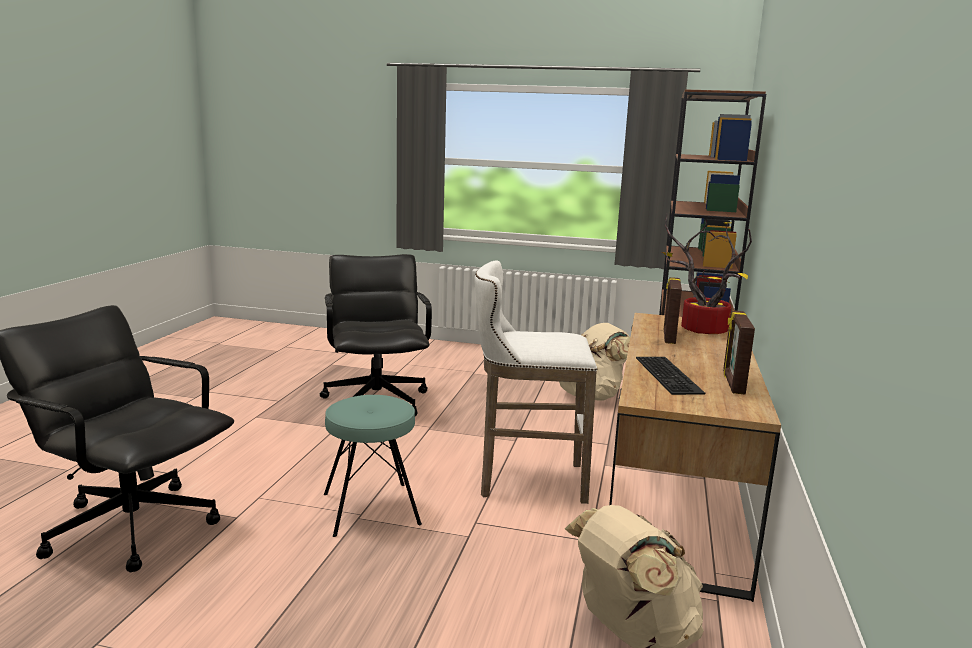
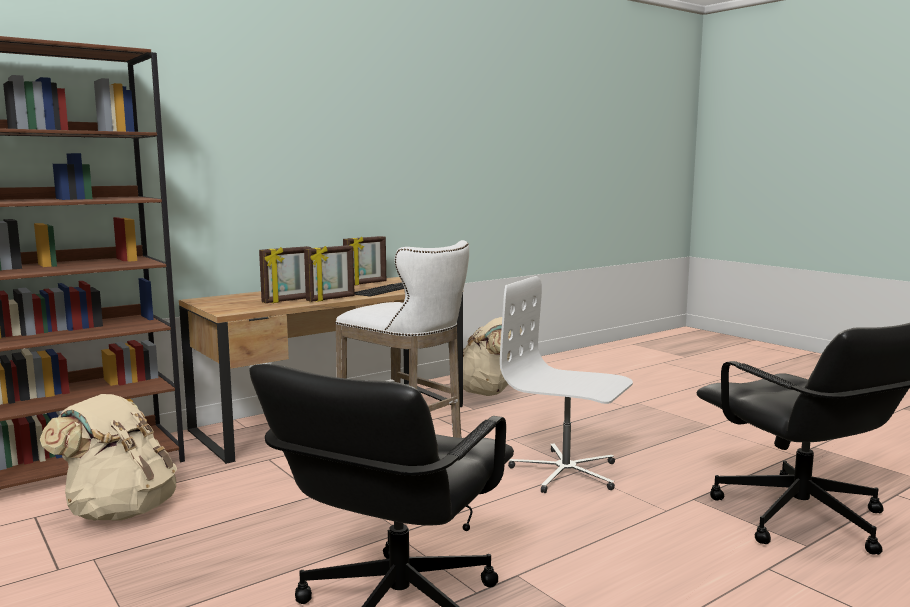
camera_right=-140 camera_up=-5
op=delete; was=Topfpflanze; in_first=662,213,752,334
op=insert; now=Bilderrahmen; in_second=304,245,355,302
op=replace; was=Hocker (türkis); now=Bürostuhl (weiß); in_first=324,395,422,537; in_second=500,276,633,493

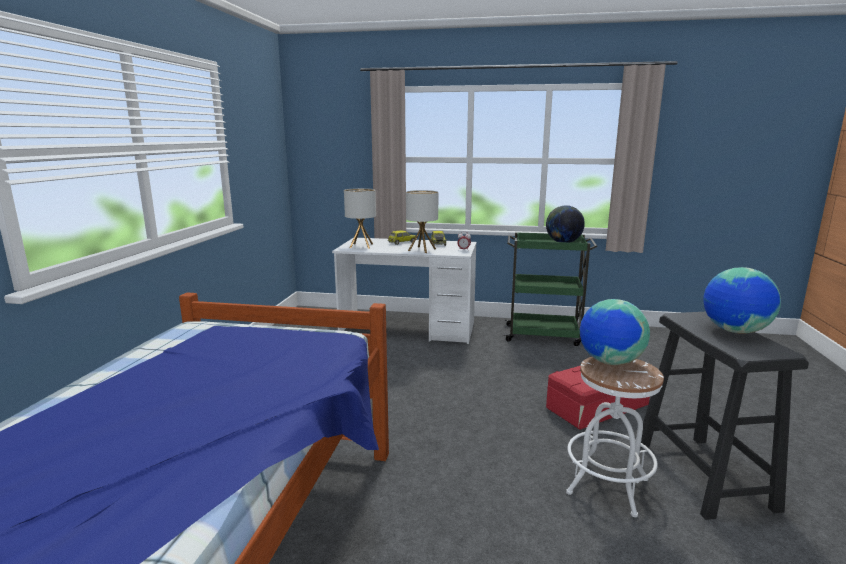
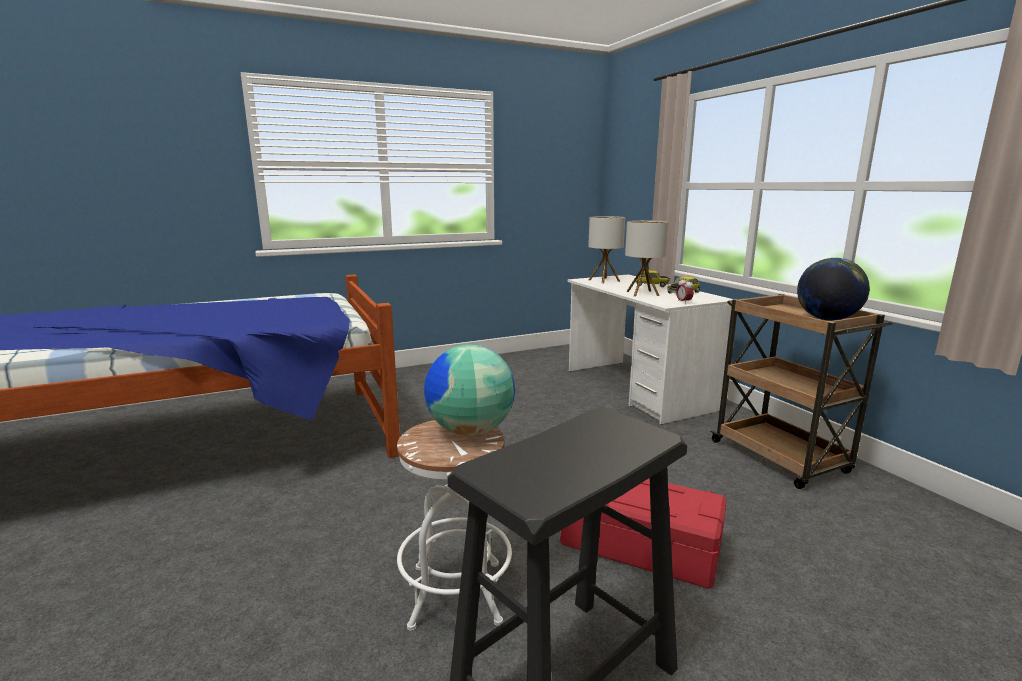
camera_right=55 camera_up=0
op=delete; was=Globus; in_first=703,267,781,334
op=recolor; was=Rollwagen (grün); now=Rollwagen (braun); in_first=503,232,597,346; in_second=710,294,893,489

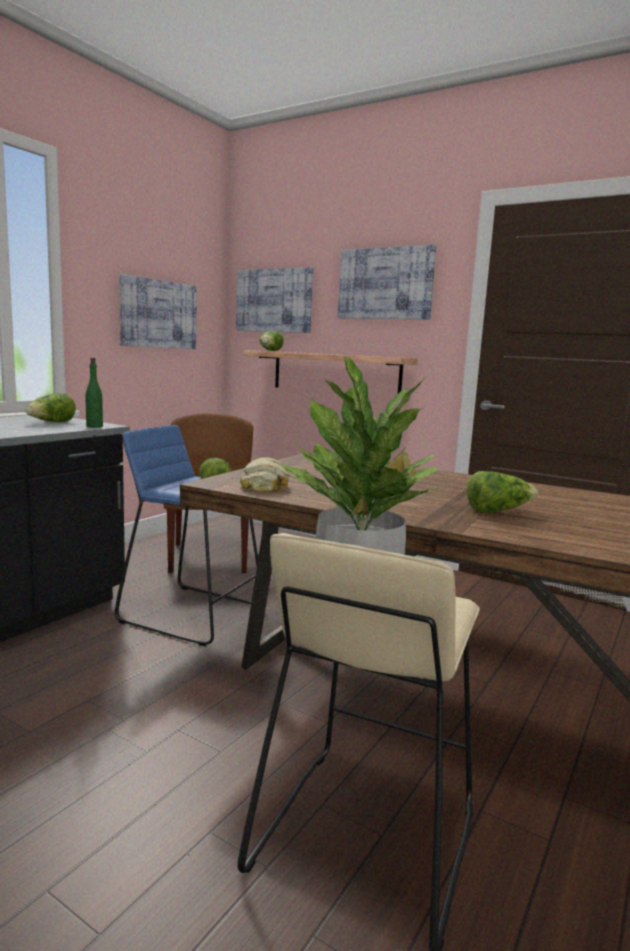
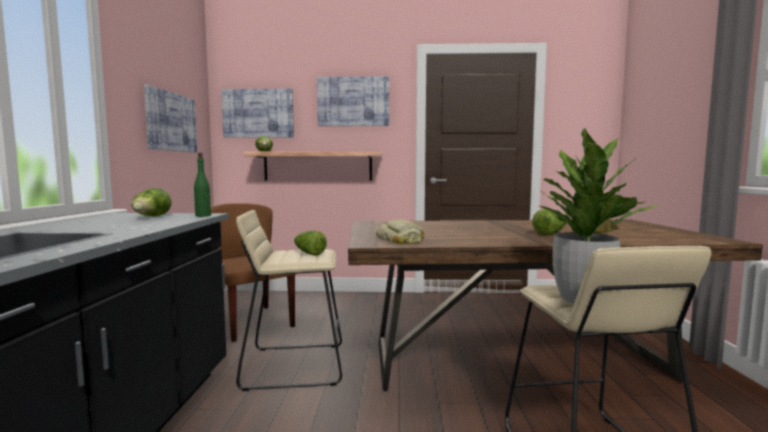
camera_right=-30 camera_up=-5
op=recolor; was=Hocker (blau); now=Hocker (beige); in_first=115,425,258,646; in_second=236,210,342,391

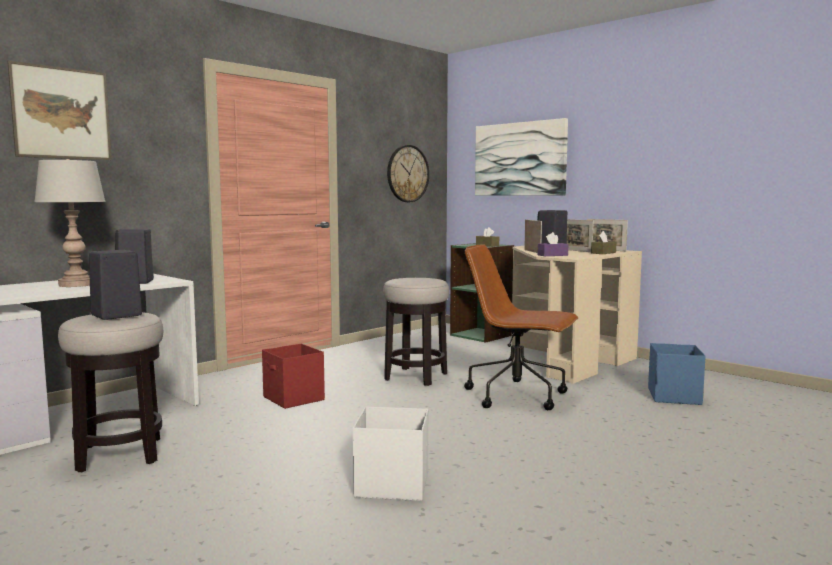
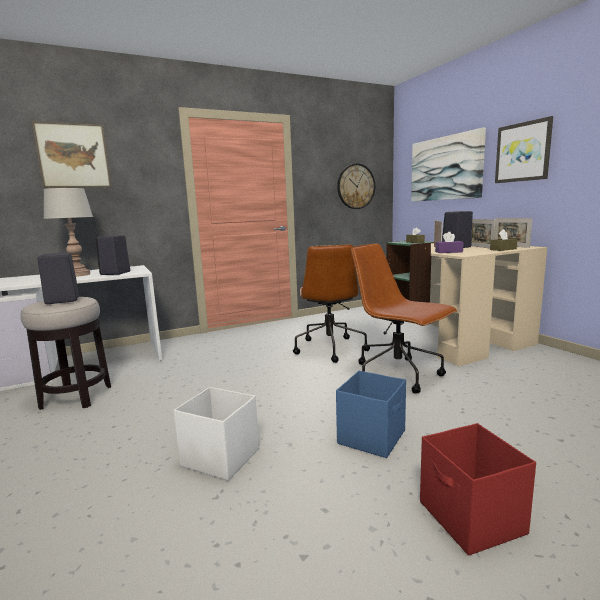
camera_right=20 camera_up=5
op=insert; now=Bild; in_second=495,116,553,183
op=move; was=Aufbewahrungsbox (rot); in_first=262,344,325,409; in_second=420,423,536,556
op=move; was=Aufbewahrungsbox (blau); in_first=648,343,706,405; in_second=336,371,406,458
op=replace; was=Hocker; now=Bürostuhl (braun); in_first=383,278,449,386; in_second=293,244,370,363

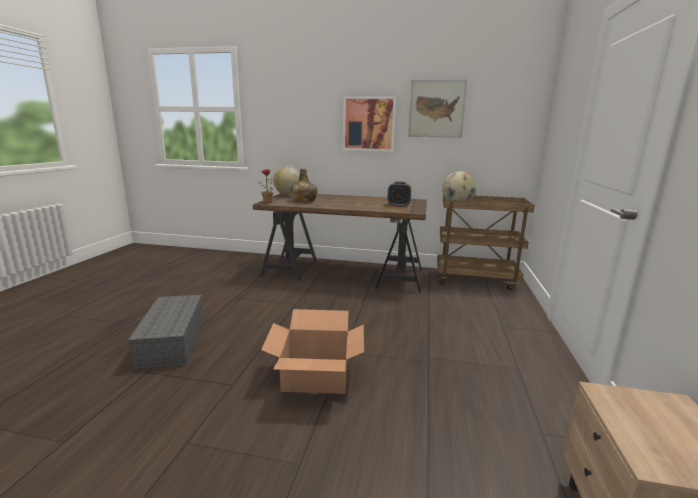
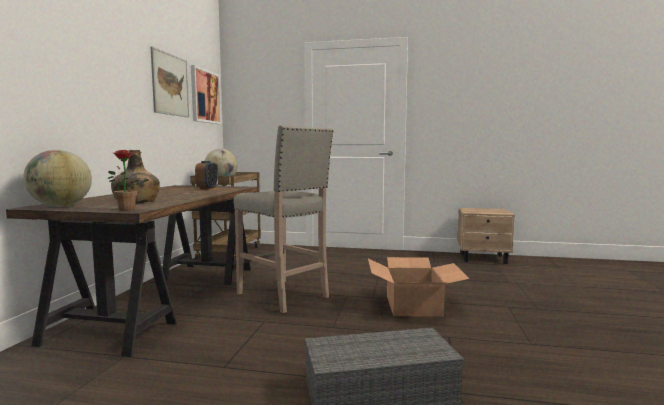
camera_right=-90 camera_up=-10
op=insert; now=Hocker (beige); in_second=233,125,334,313
op=move; was=Bild; in_first=343,96,396,152; in_second=191,65,221,124

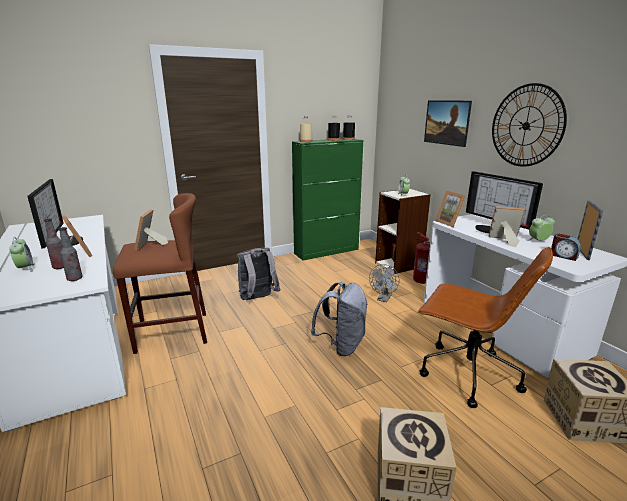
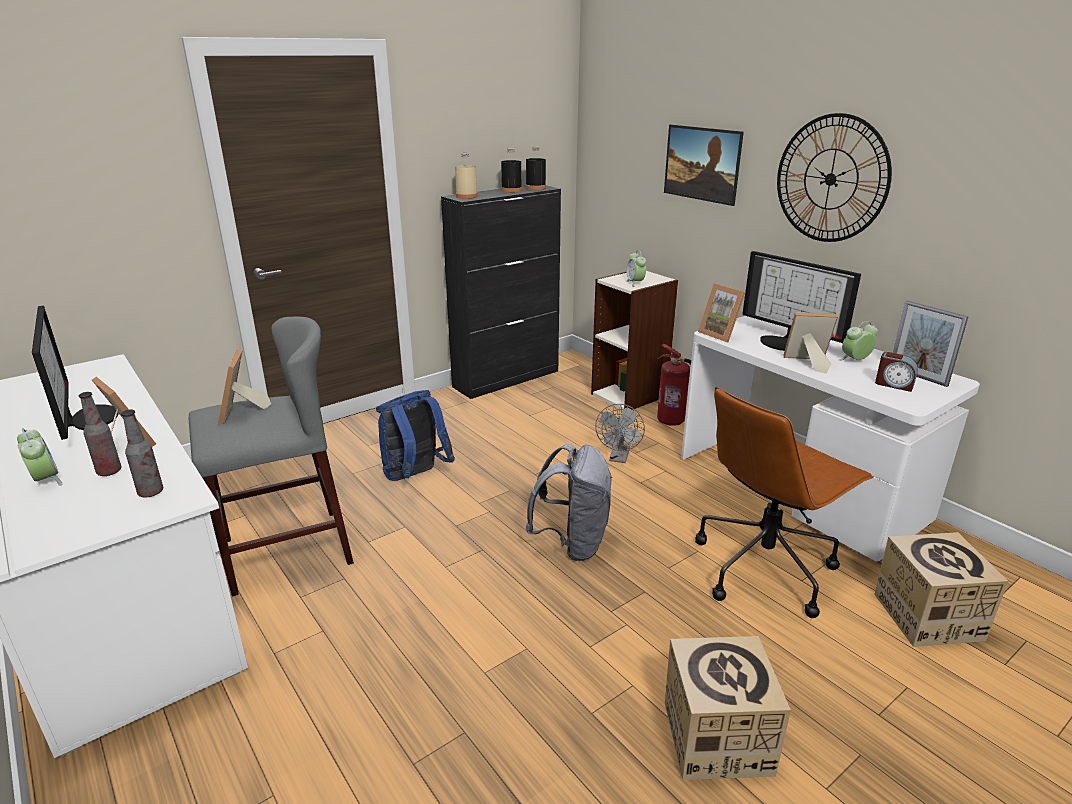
camera_right=-10 camera_up=5
op=recolor; was=Hocker (braun); now=Hocker (grau); in_first=113,193,207,354; in_second=189,317,354,597
op=recolor; was=Rucksack (grau); now=Rucksack (blau); in_first=236,248,281,300; in_second=376,390,455,481
op=recolor; was=Schrank (grün); now=Schrank (schwarz); in_first=292,139,363,261; in_second=441,186,561,399
op=rotate; was=Bürostuhl (braun); in_first=418,247,553,408; in_second=695,387,874,618; clockwise=120
op=rotate; was=Bilderrahmen; in_first=578,200,603,260; in_second=893,301,969,387; clockwise=135

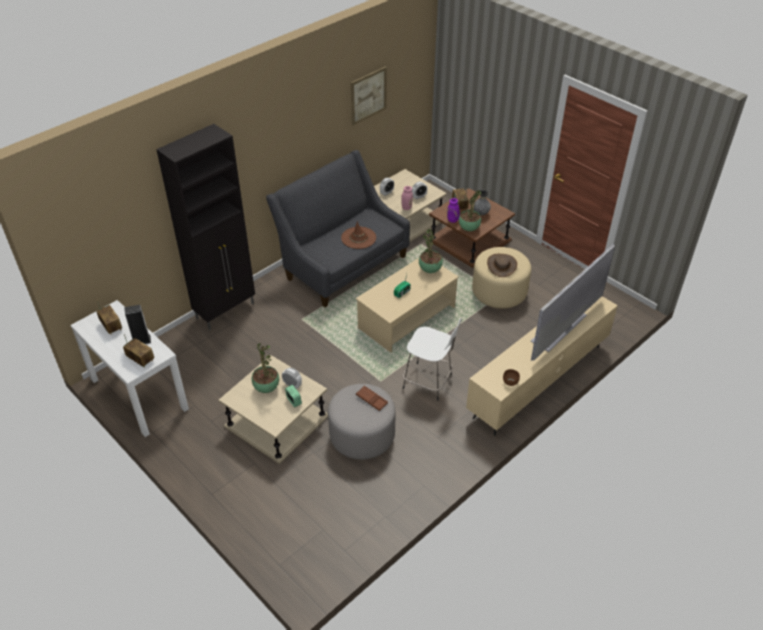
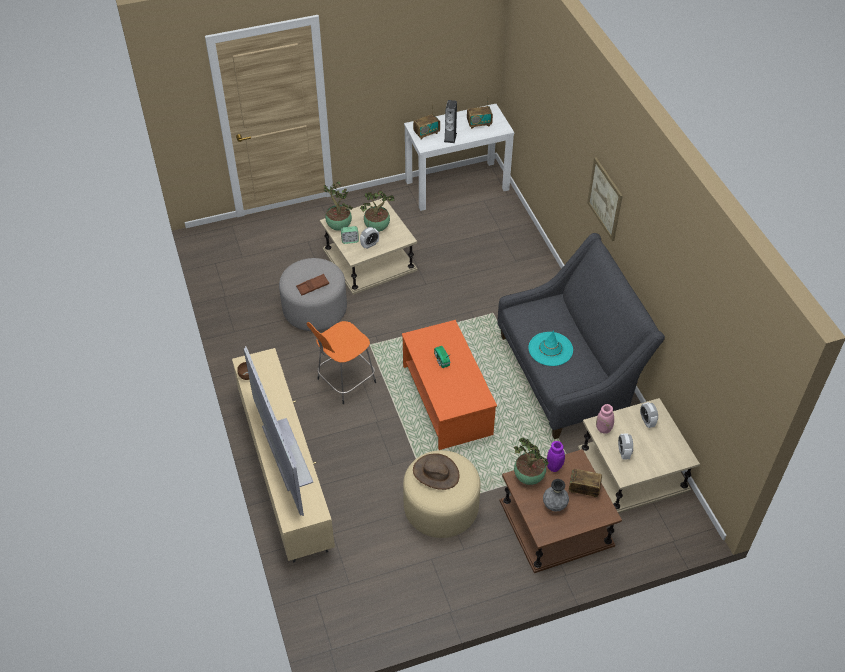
camera_right=115 camera_up=5
op=delete; was=Schrank (schwarz); in_first=156,124,255,330
op=move; was=Bild; in_first=351,67,387,125; in_second=587,157,623,241
op=move; was=Topfpflanze; in_first=419,229,443,273; in_second=324,181,353,231
op=recolor; was=Hut (braun); now=Hut (türkis); in_first=341,222,376,249; in_second=528,330,573,366
op=recolor; was=Couchtisch (beige); now=Couchtisch (orange); in_first=356,258,459,352; in_second=402,320,497,450
op=recolor; was=Hocker (weiß); now=Hocker (orange); in_first=403,318,462,401; in_second=307,321,376,404

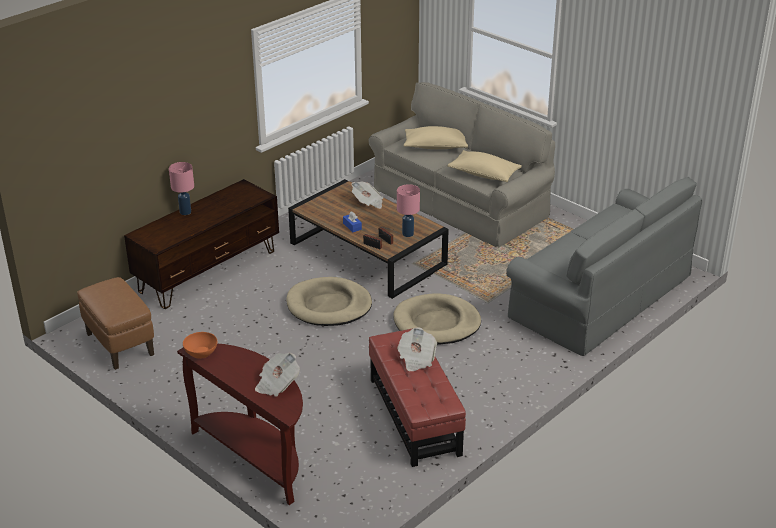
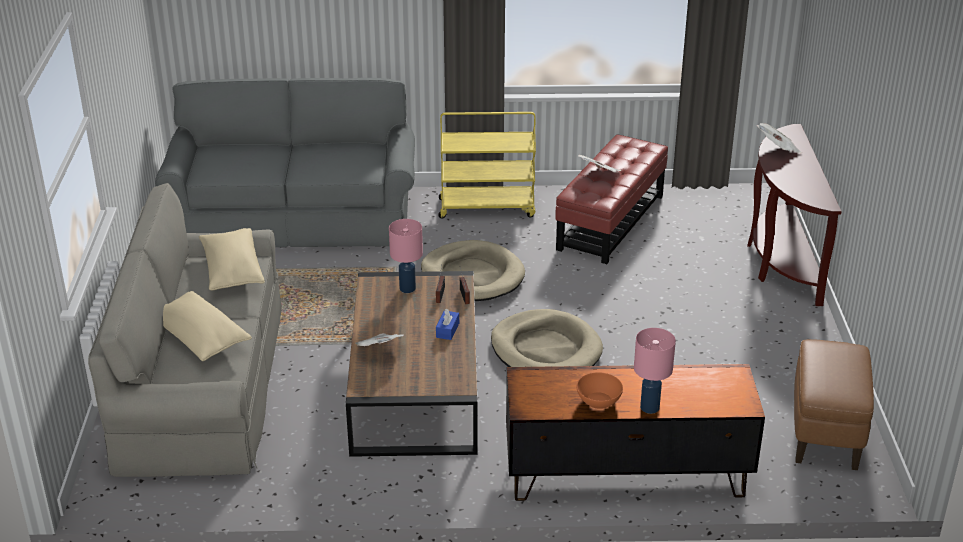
camera_right=-135 camera_up=0
op=insert; now=Rollwagen (gelb); in_second=439,112,536,219
op=move; was=Schüssel (orange); in_first=183,332,217,359; in_second=577,372,623,409

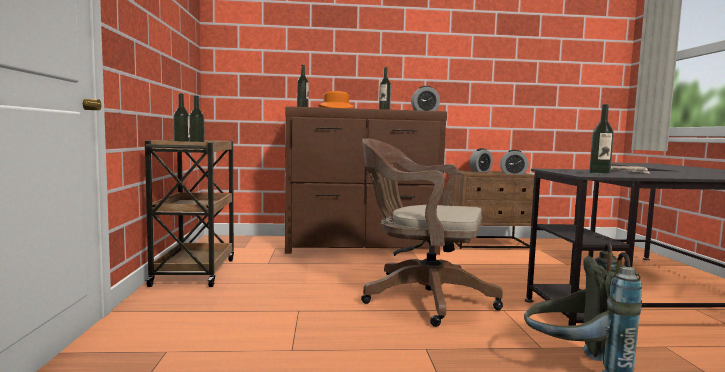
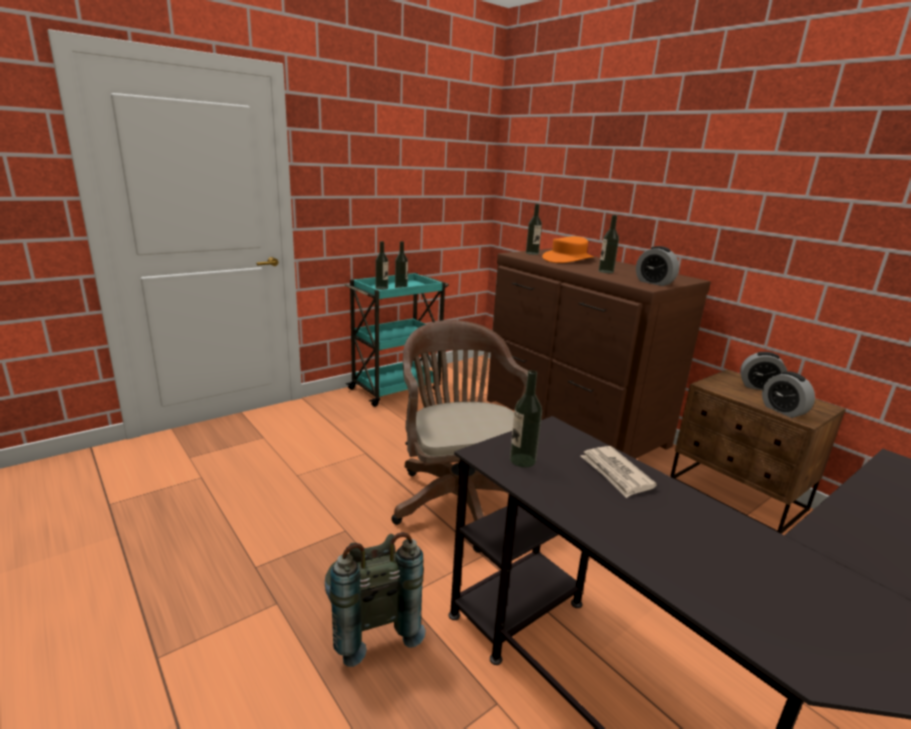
camera_right=55 camera_up=15
op=recolor; was=Rollwagen (braun); now=Rollwagen (türkis); in_first=145,140,234,287; in_second=345,273,449,407

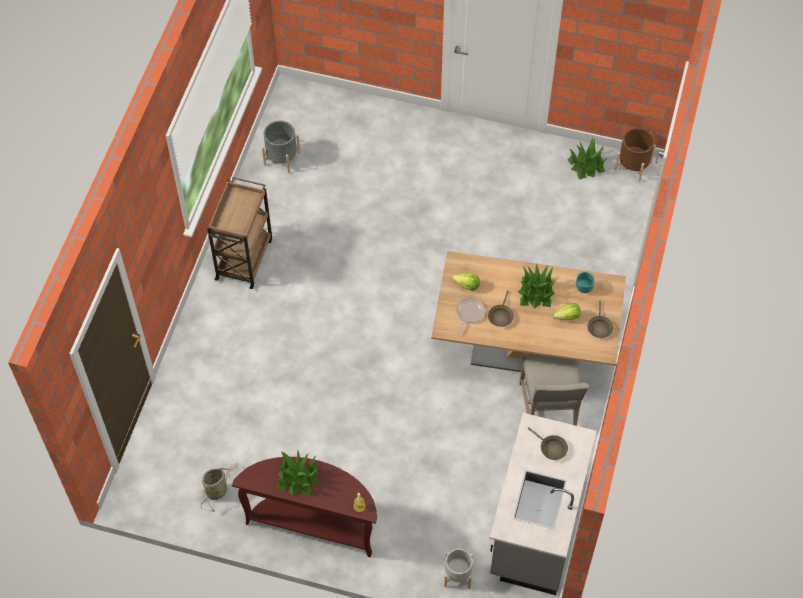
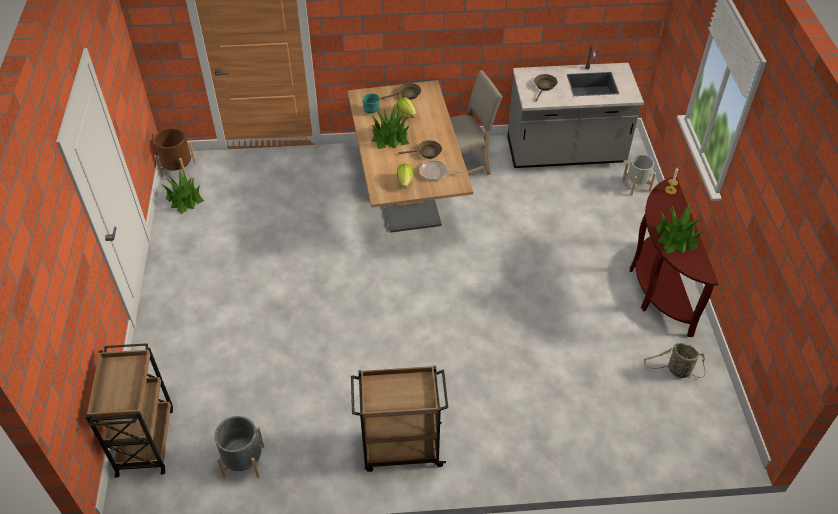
camera_right=-110 camera_up=-10
op=insert; now=Rollwagen (braun); in_second=85,343,173,478

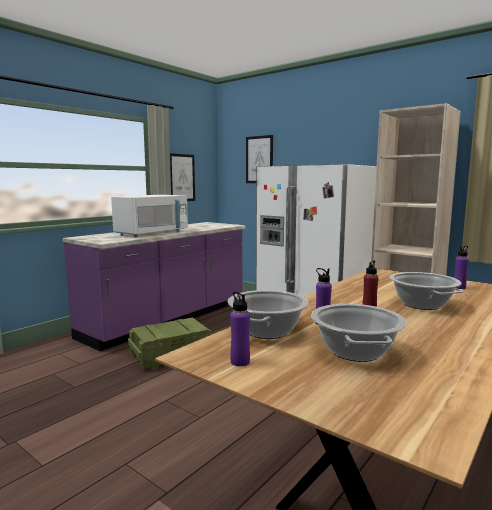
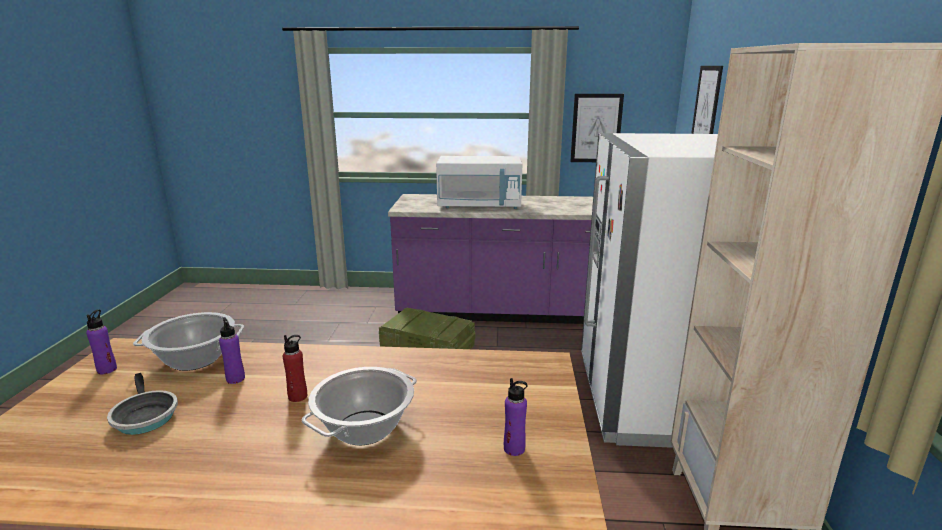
camera_right=55 camera_up=10
op=replace; was=Kochtopf; now=Pfanne; in_first=311,304,407,362; in_second=107,373,178,435

